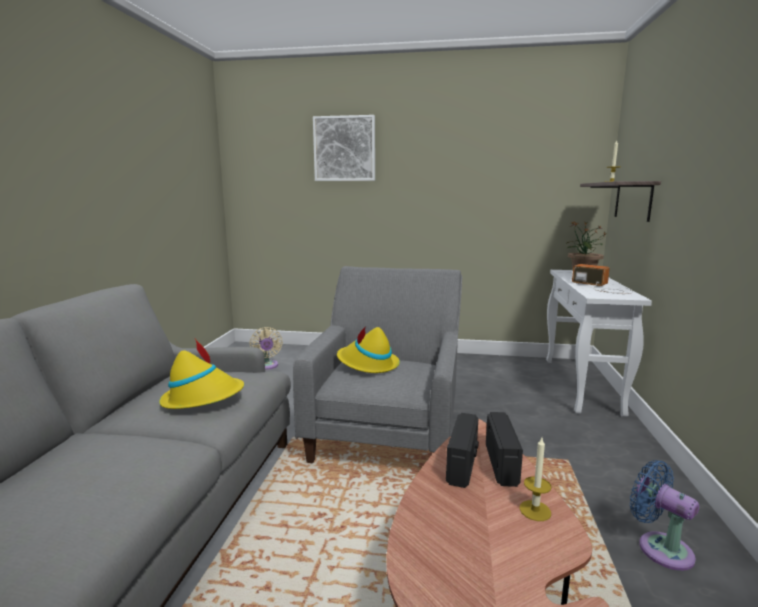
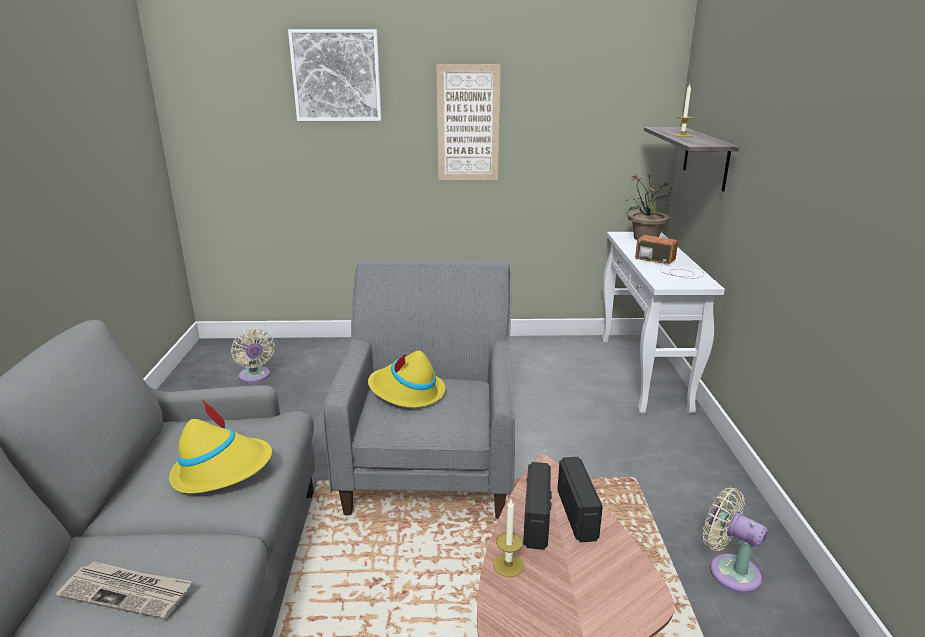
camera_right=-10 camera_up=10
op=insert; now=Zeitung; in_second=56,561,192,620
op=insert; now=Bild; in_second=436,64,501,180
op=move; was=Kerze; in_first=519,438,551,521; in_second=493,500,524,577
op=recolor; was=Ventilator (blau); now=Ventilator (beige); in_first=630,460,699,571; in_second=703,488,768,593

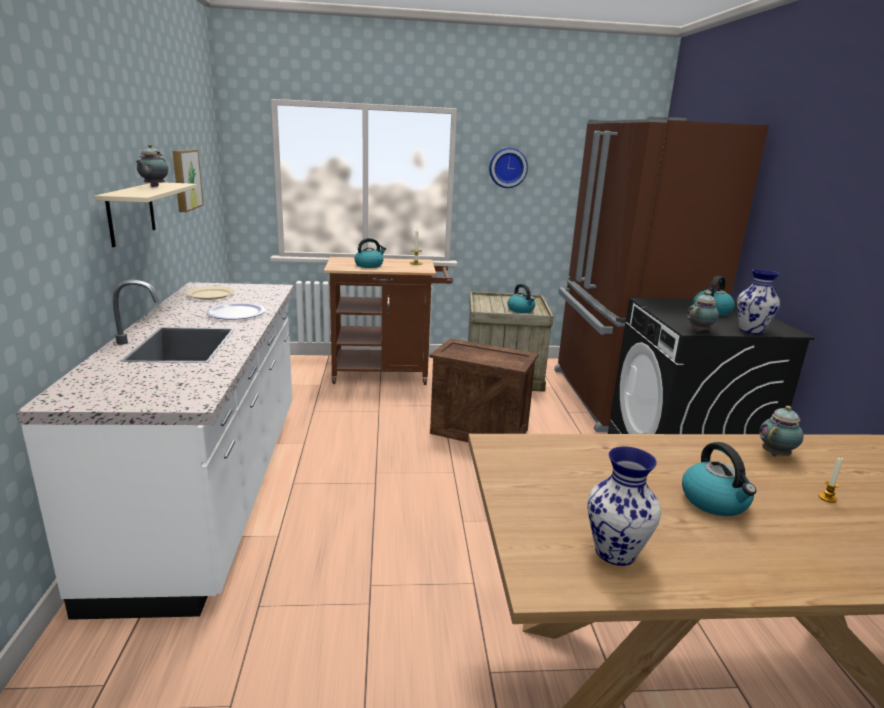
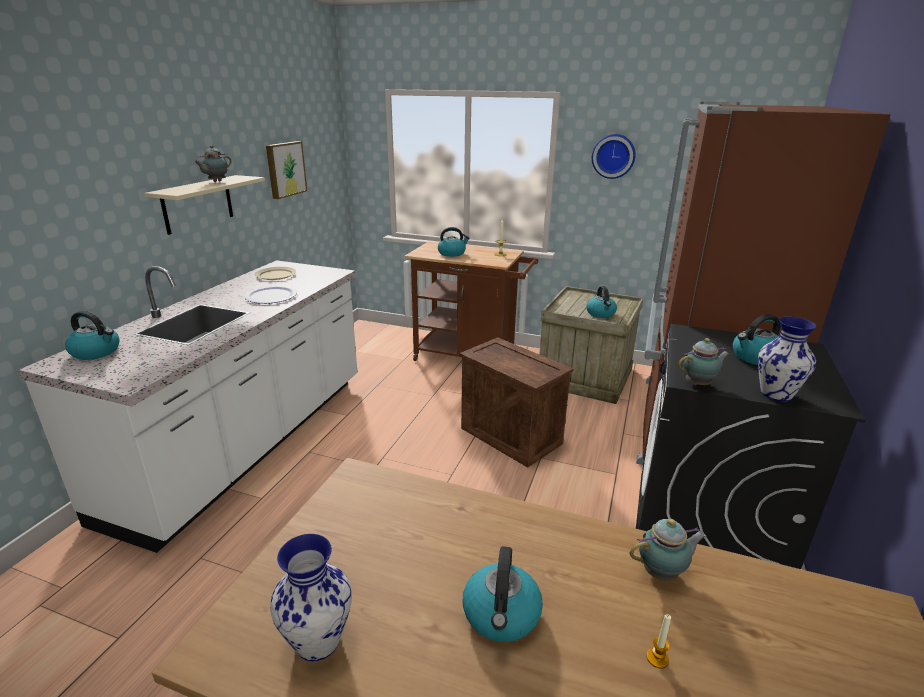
camera_right=25 camera_up=5
op=insert; now=Wasserkessel; in_second=65,311,119,360

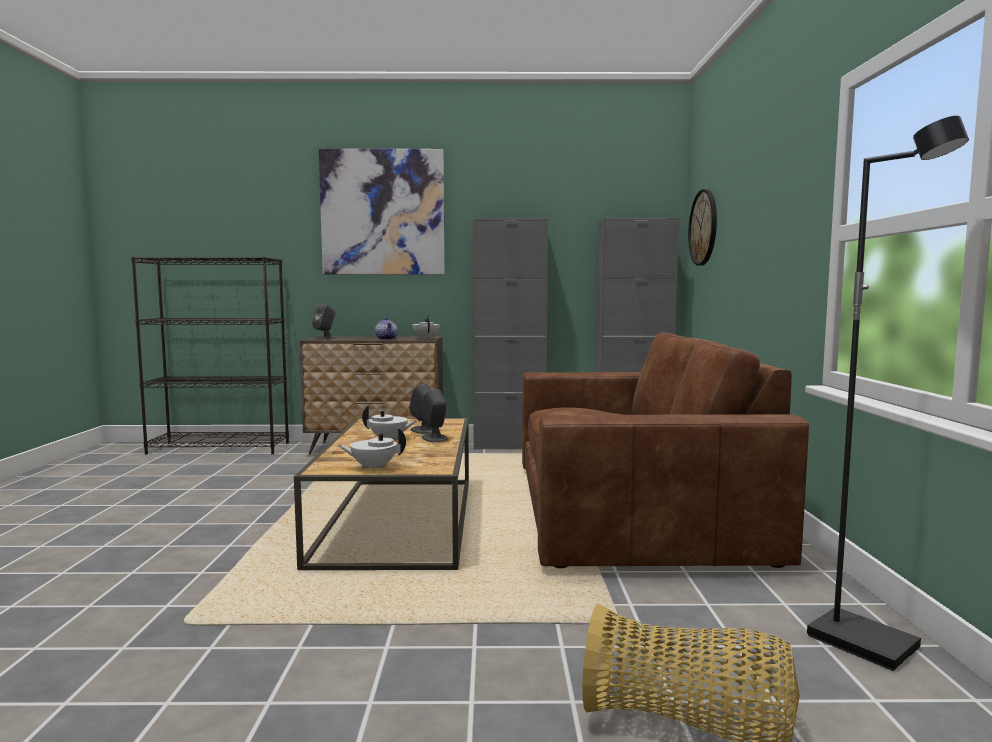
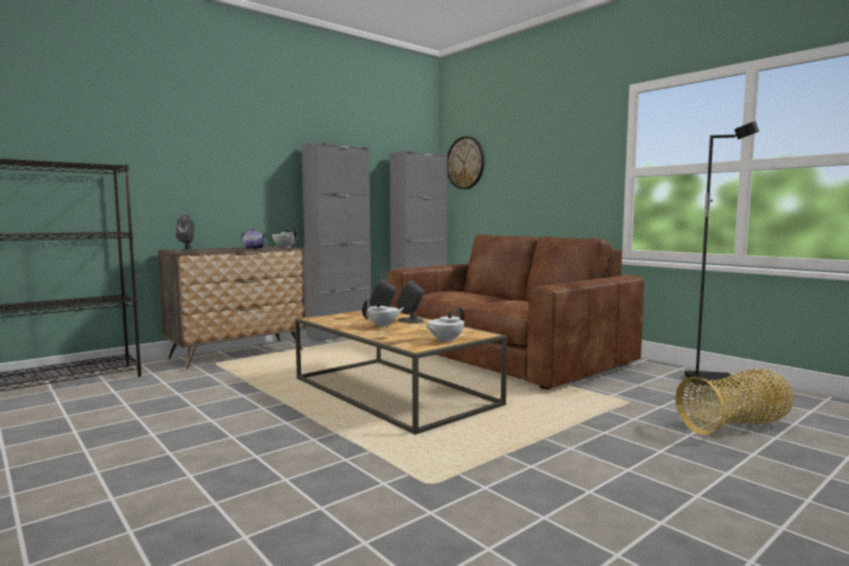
camera_right=-40 camera_up=0
op=delete; was=Bild; in_first=319,149,445,274

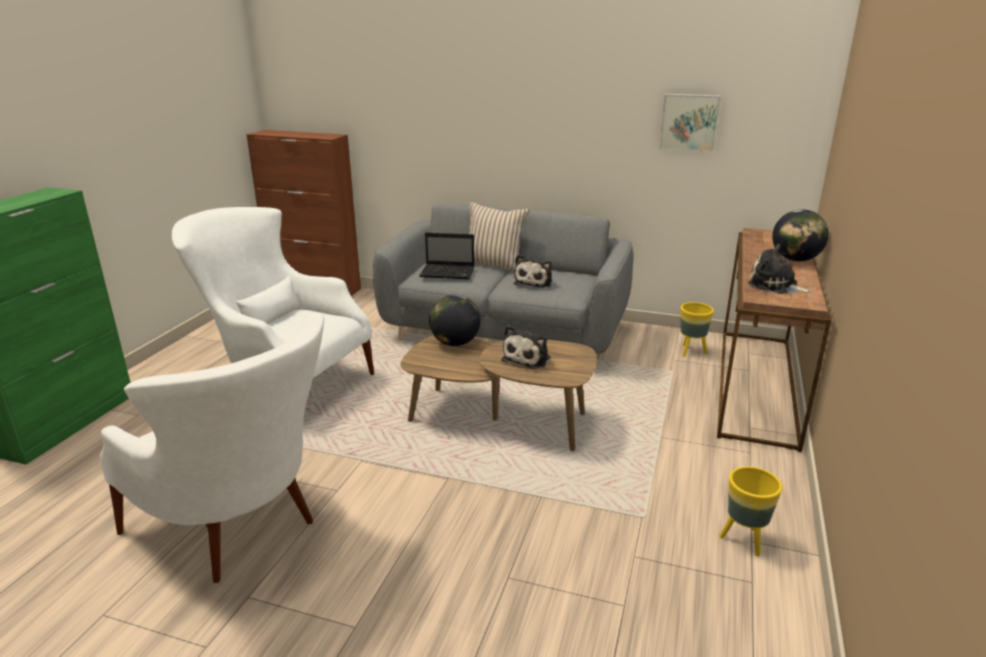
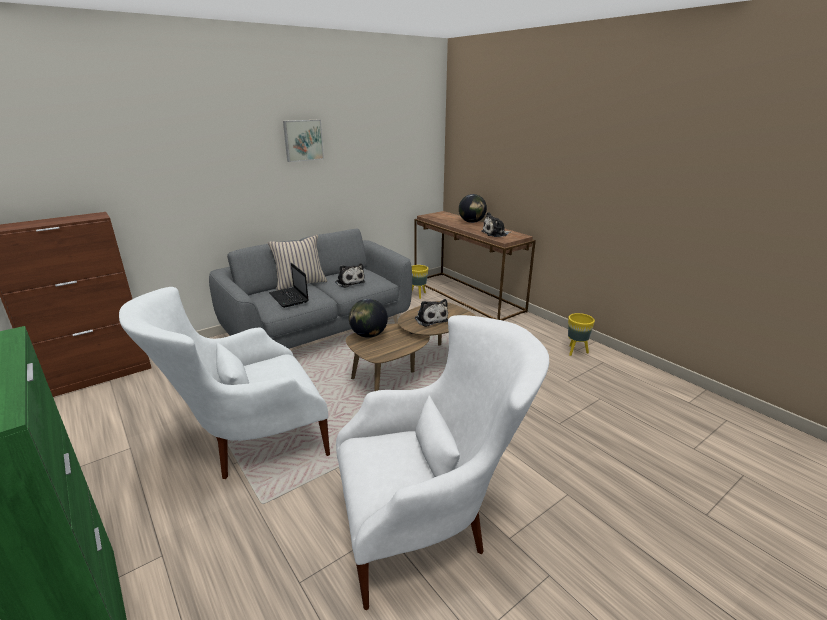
camera_right=-55 camera_up=0
op=move; was=Bild; in_first=659,94,721,152; in_second=283,120,324,162
op=rotate; was=Laptop; in_first=419,233,475,279; in_second=269,263,309,308; clockwise=105

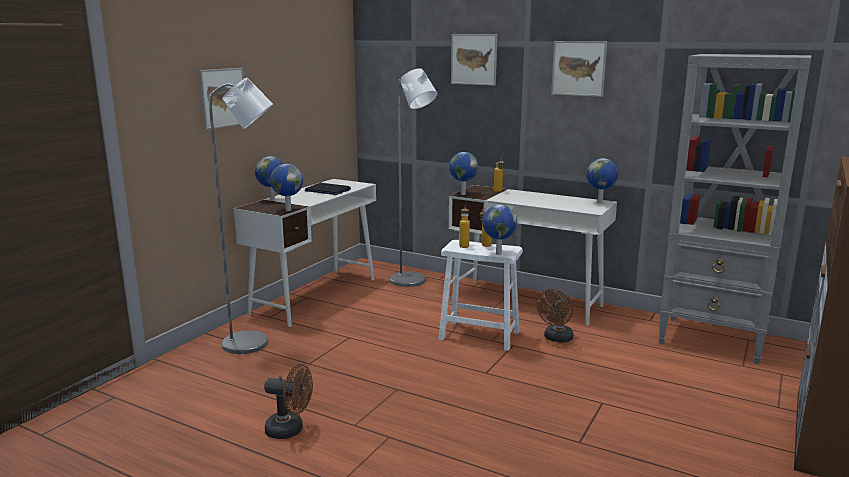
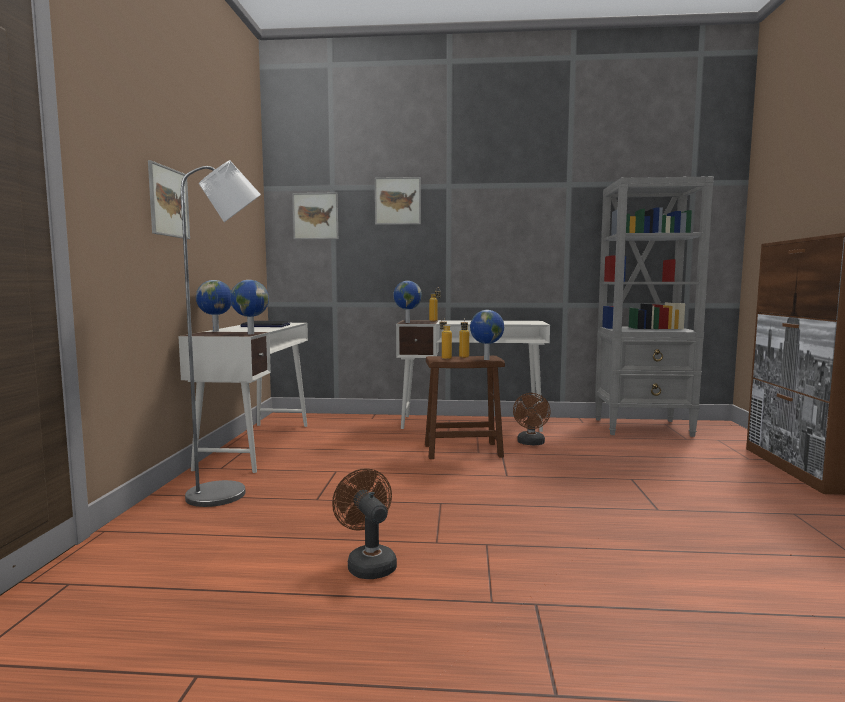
camera_right=-25 camera_up=-10
op=delete; was=Stehlampe (grau); in_first=390,68,437,287
op=delete; was=Globus; in_first=586,158,618,204
op=move; was=Bild; in_first=551,41,607,97; in_second=292,193,338,239
op=recolor; was=Hocker (weiß); now=Hocker (braun); in_first=438,240,523,351; in_second=425,356,505,459
op=rotate; was=Ventilator (braun); in_first=264,364,313,439; in_second=332,468,397,579; clockwise=-105

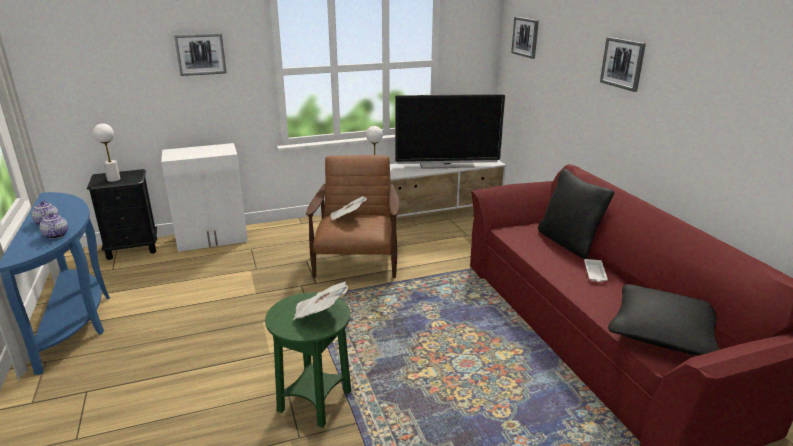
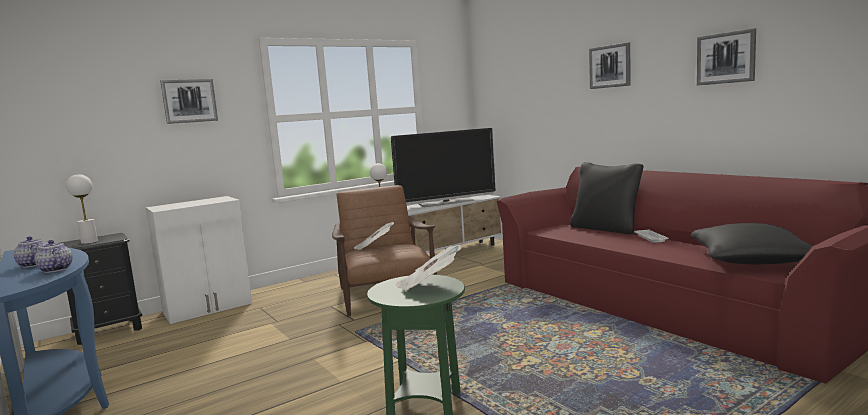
camera_right=-15 camera_up=-15
op=move; was=Bild; in_first=511,17,539,59; in_second=697,28,756,85

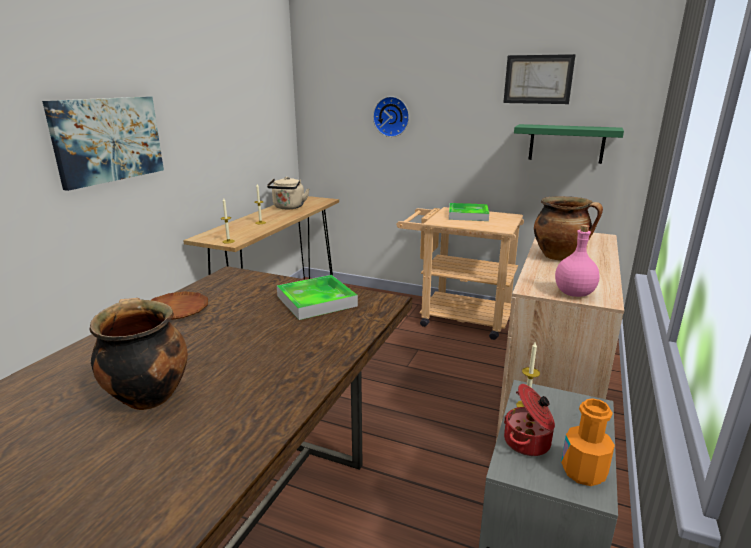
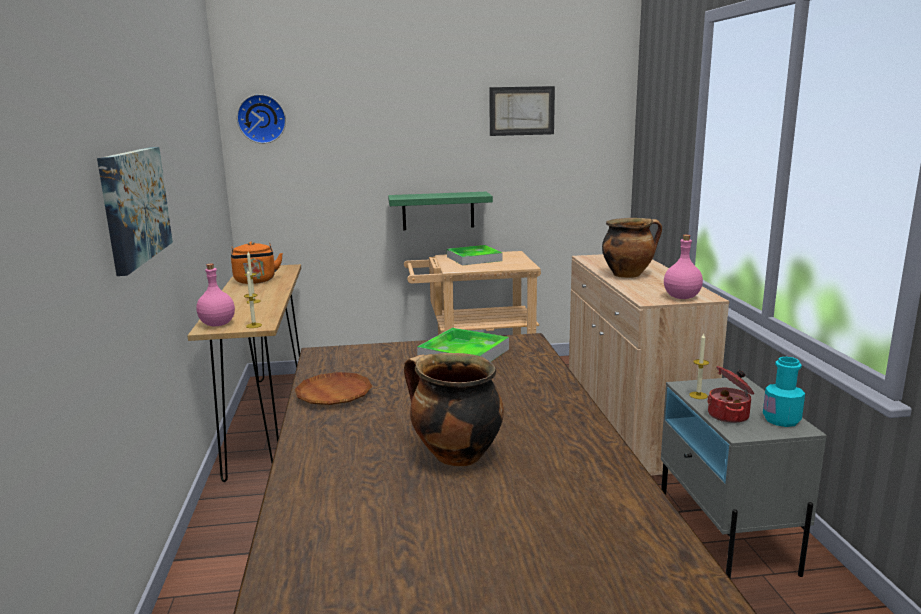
camera_right=-30 camera_up=-5
op=insert; now=Flasche (rosa); in_second=196,264,235,326
op=move; was=Wanduhr; in_first=373,96,409,137; in_second=237,94,286,144
op=move; was=Wandregal (grün); in_first=514,124,624,164; in_second=388,192,493,230
op=recolor; was=Wasserkessel (beige); now=Wasserkessel (orange); in_first=267,177,309,209; in_second=231,241,283,284
op=recolor; was=Flasche (orange); now=Flasche (türkis); in_first=561,398,615,486; in_second=763,357,805,427

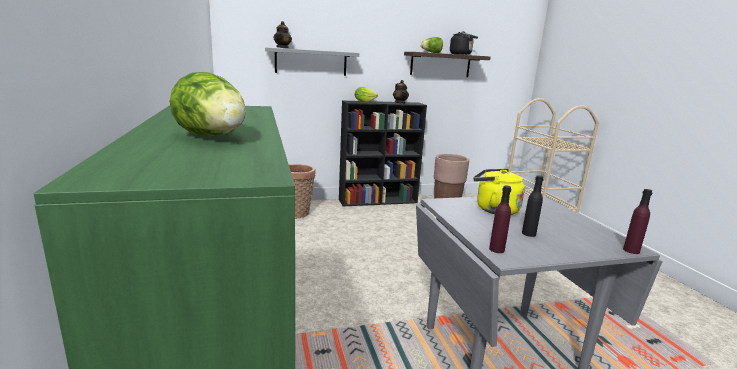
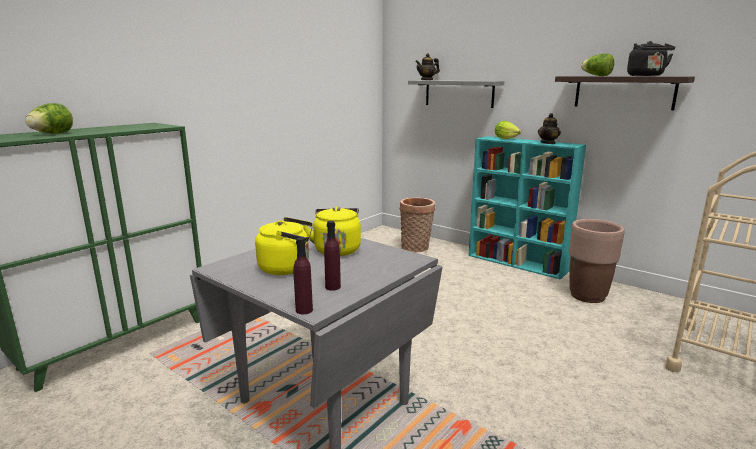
camera_right=55 camera_up=0
op=move; was=Flasche (lila); in_first=489,186,511,253; in_second=324,221,341,291
op=replace; was=Flasche (schwarz); now=Wasserkessel (gelb); in_first=522,175,544,237; in_second=255,217,313,275
op=recolor; was=Bücherregal (schwarz); now=Bücherregal (türkis); in_first=339,101,427,206; in_second=469,136,586,280

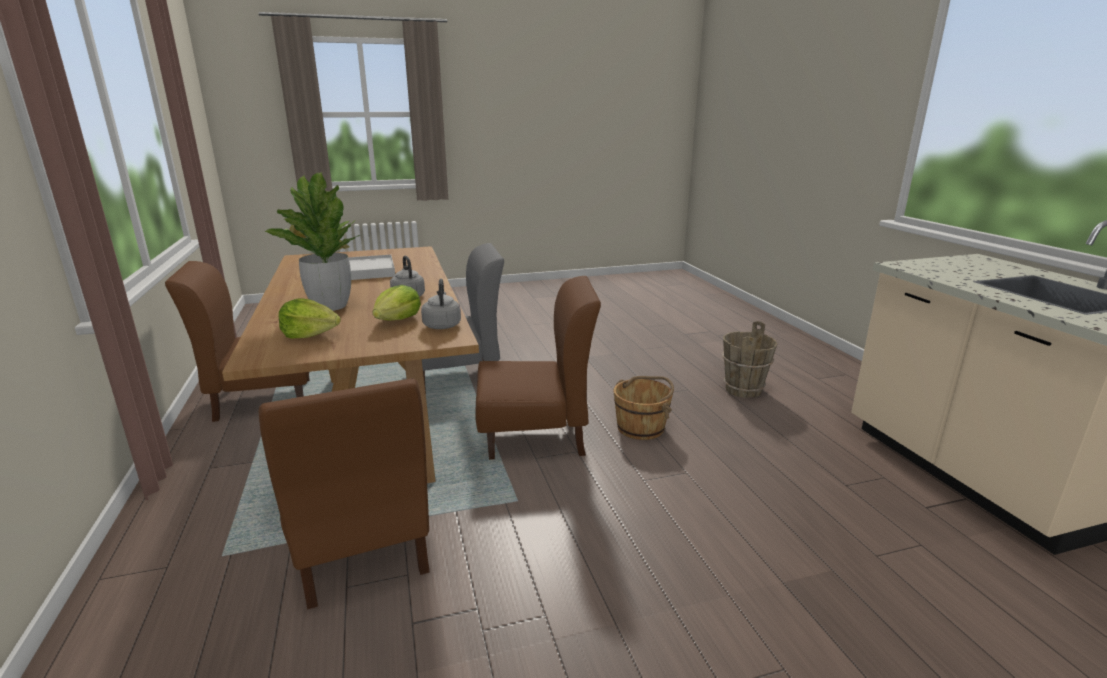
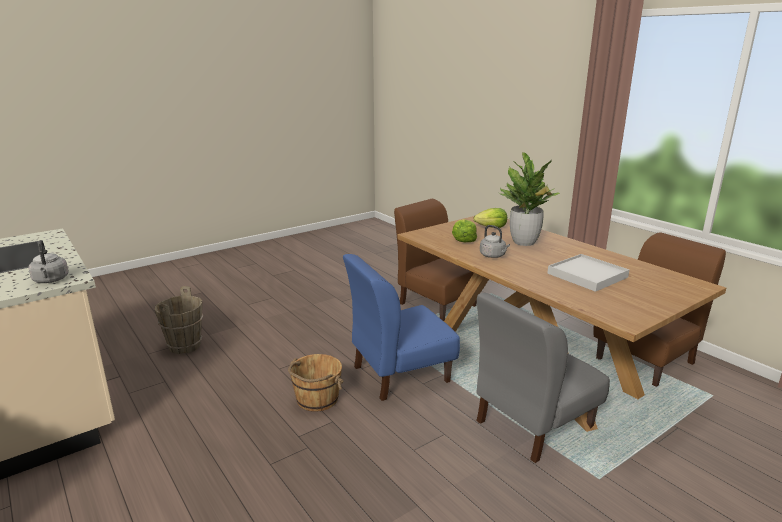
camera_right=160 camera_up=0
op=move; was=Wasserkessel (grau); in_first=421,279,461,329; in_second=28,240,69,283
op=move; was=Eimer (braun); in_first=722,321,778,398; in_second=155,286,204,354
op=recolor; was=Stuhl (braun); now=Stuhl (blau); in_first=475,276,601,460; in_second=343,254,460,401

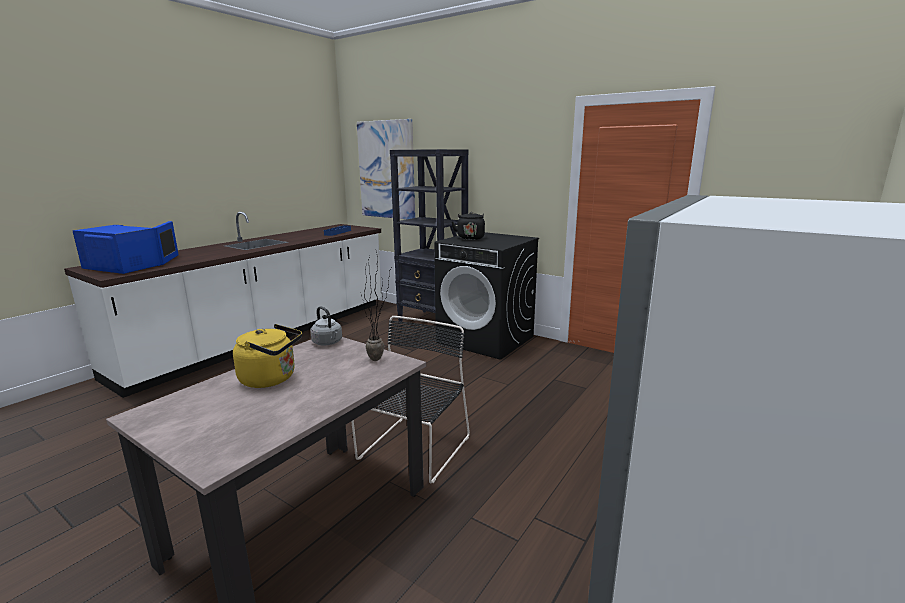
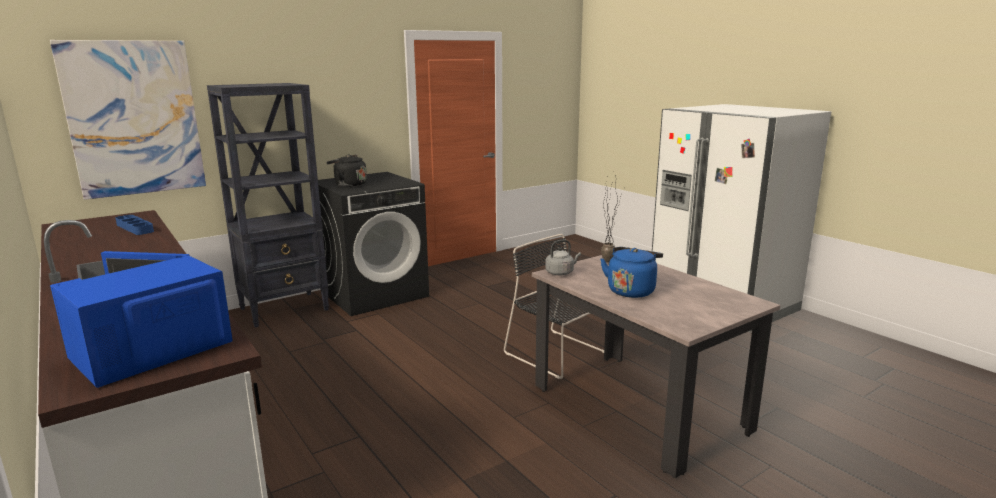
camera_right=-70 camera_up=0
op=recolor; was=Wasserkessel (gelb); now=Wasserkessel (blau); in_first=233,324,302,388; in_second=600,247,663,298

